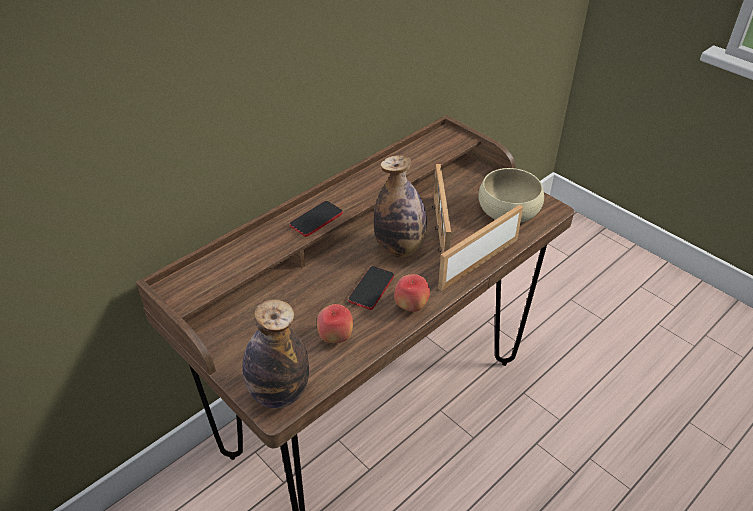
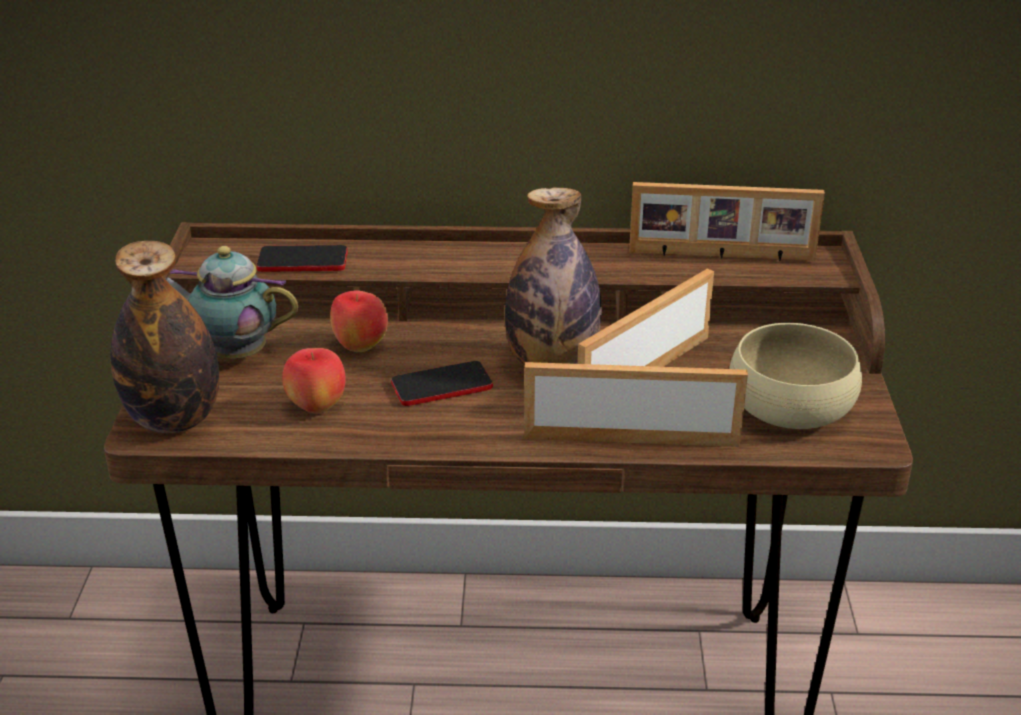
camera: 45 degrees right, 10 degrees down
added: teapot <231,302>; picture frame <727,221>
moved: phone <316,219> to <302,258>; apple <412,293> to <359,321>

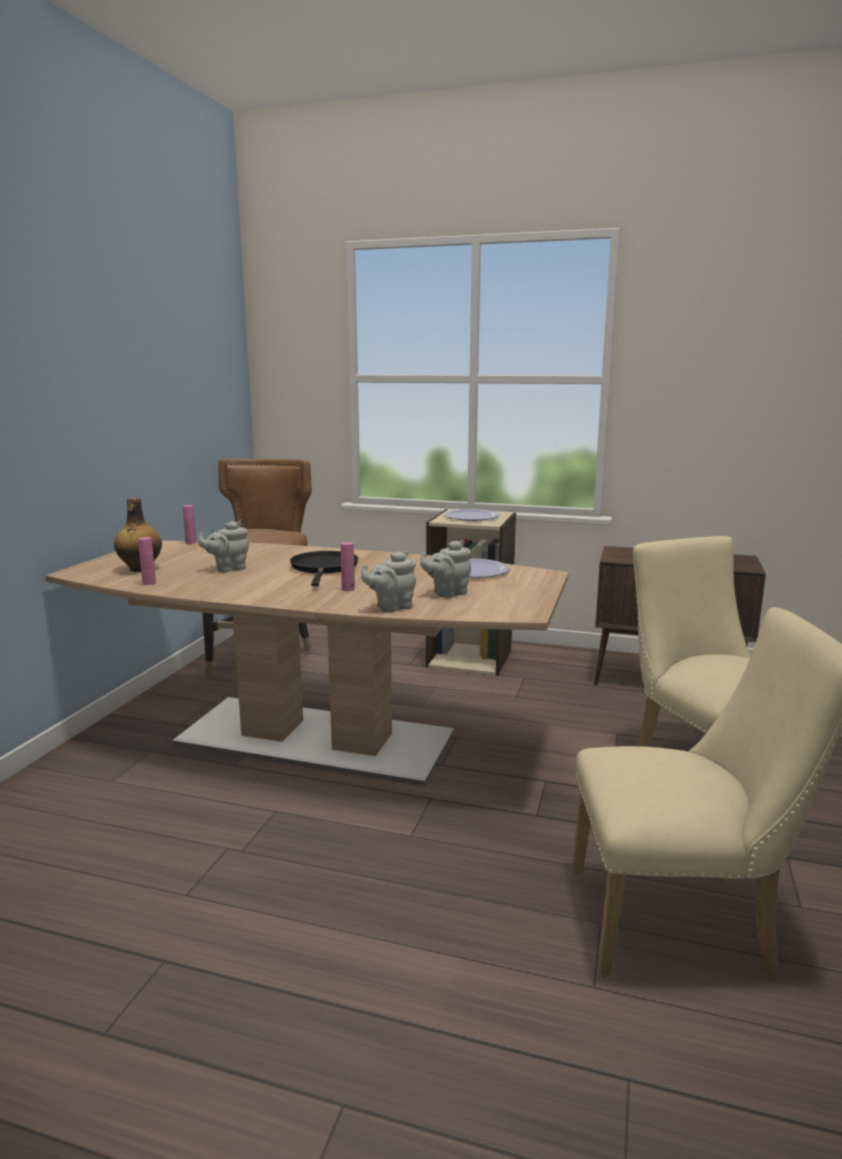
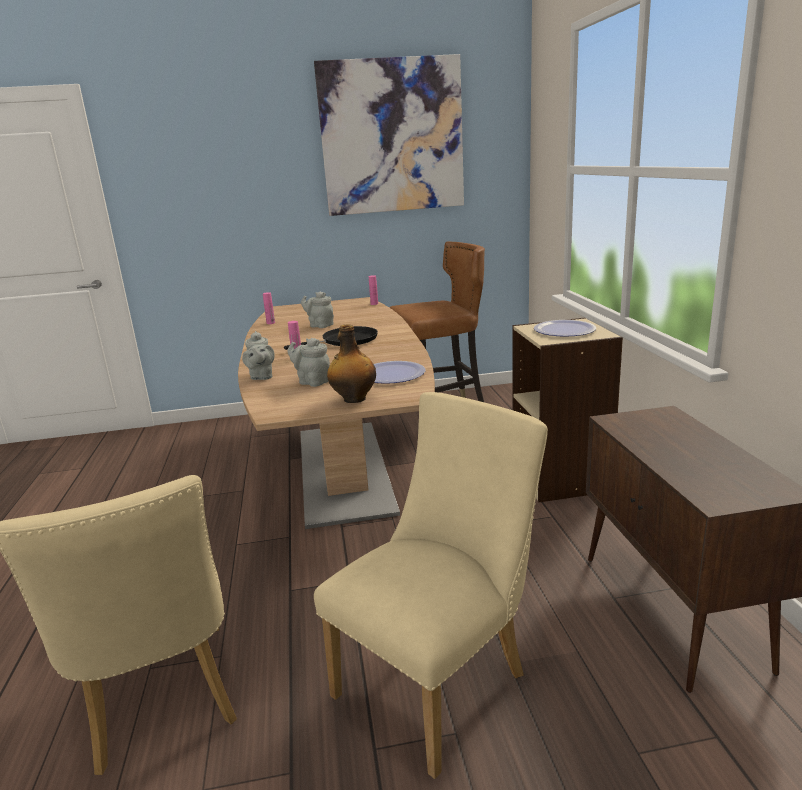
camera: 65 degrees right, 5 degrees up
added: picture <389,135>
moved: bottle <138,535> to <351,363>
turned: grey teapot <388,581> = <258,355> 135 degrees counterclockwise

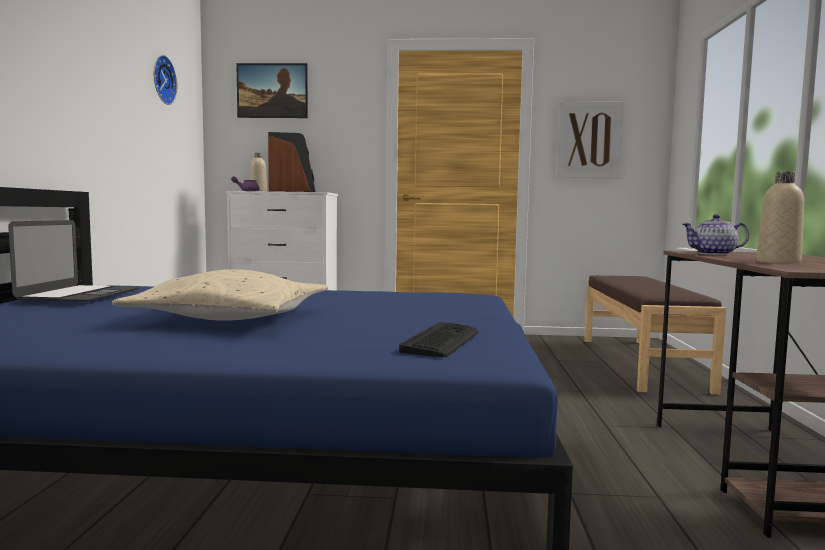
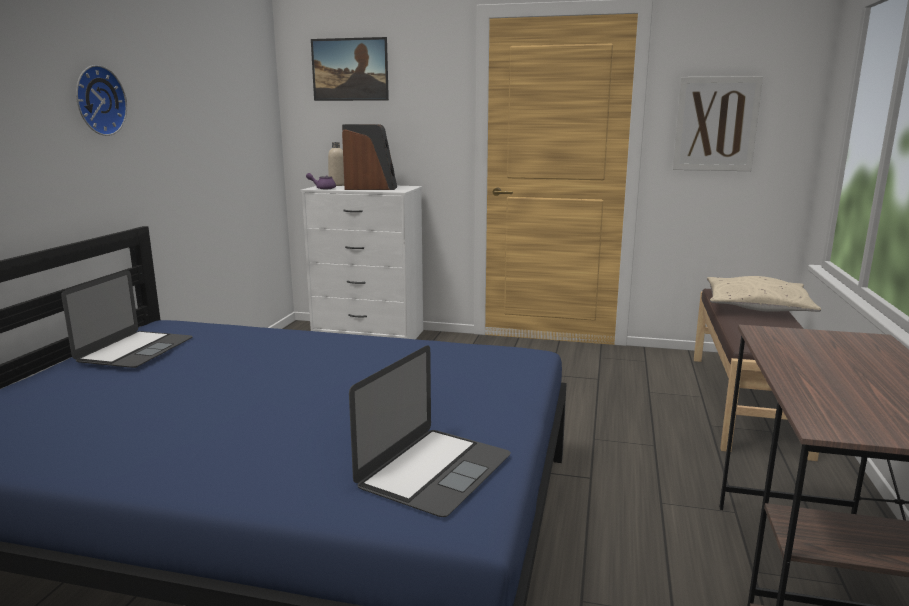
camera: 10 degrees right, 10 degrees up
removed: teapot <715,234>; beige bottle <780,217>
moved: wall clock <165,80> to <101,100>; beige pillow <220,295> to <764,294>
replaced: keyboard <439,339> to laptop <430,431>

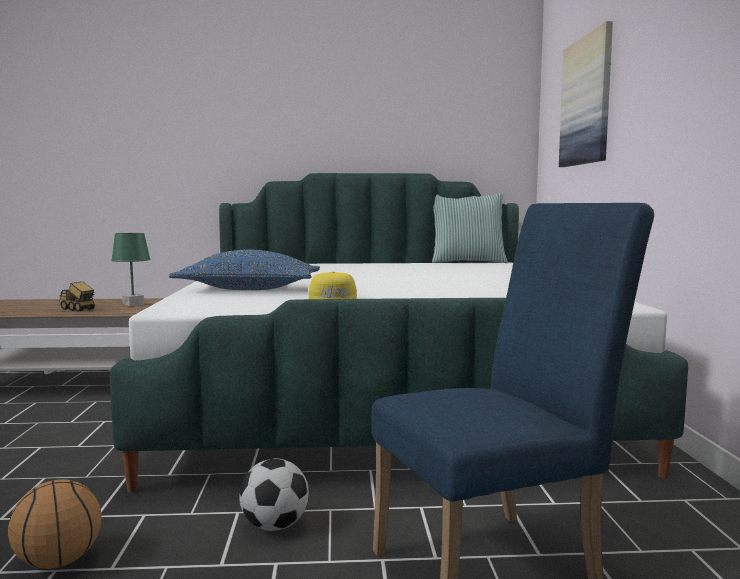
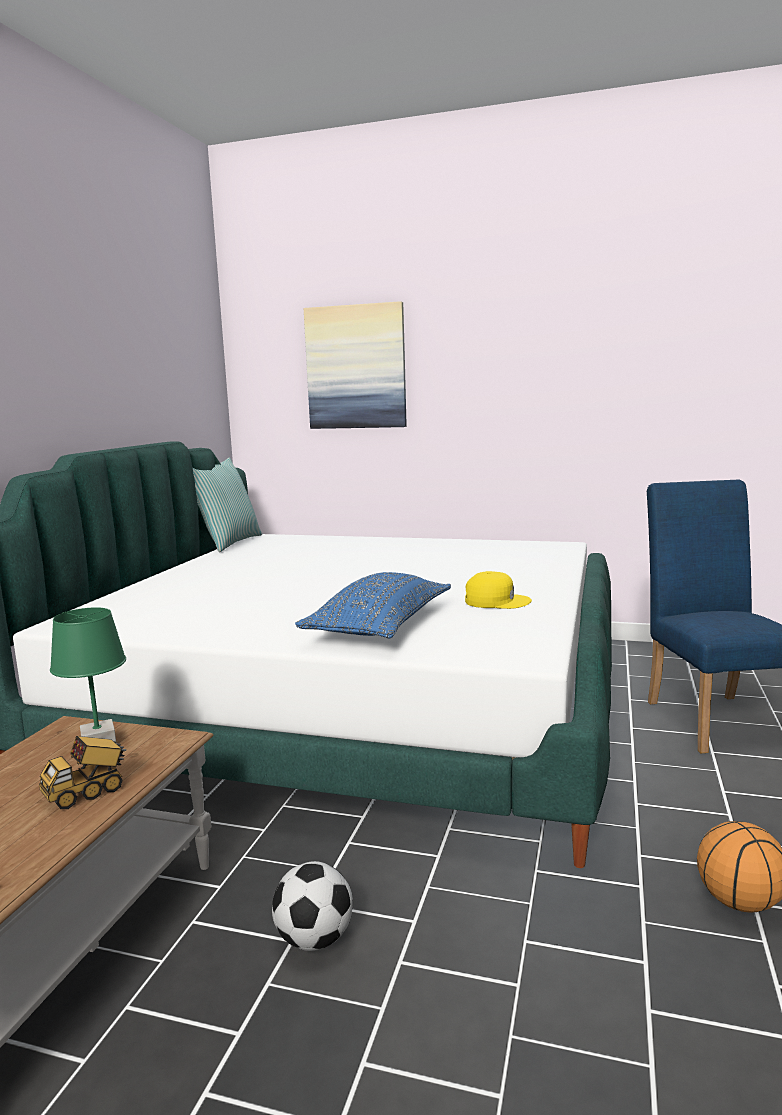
camera: 70 degrees left, 5 degrees up
moved: football <274,495> to <312,906>

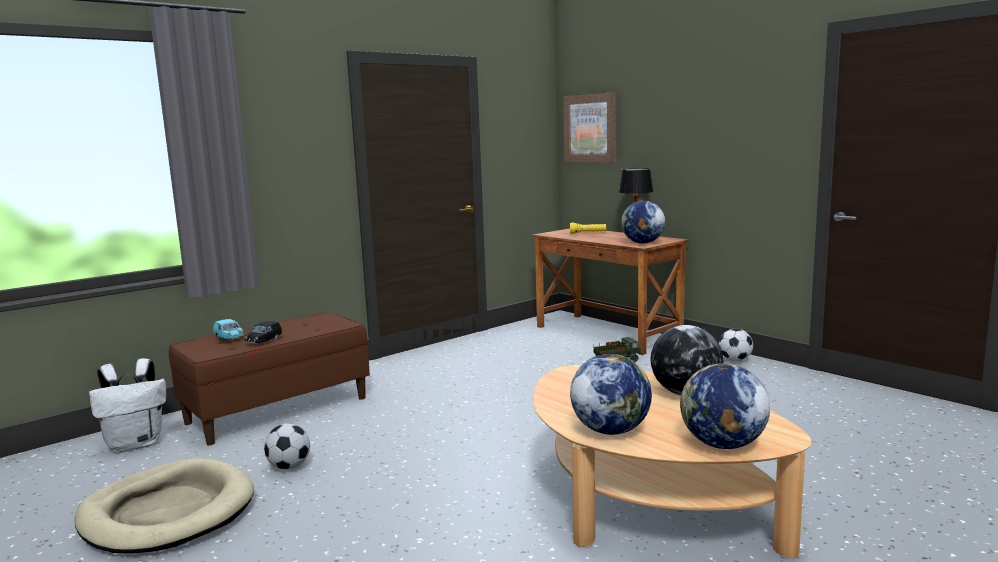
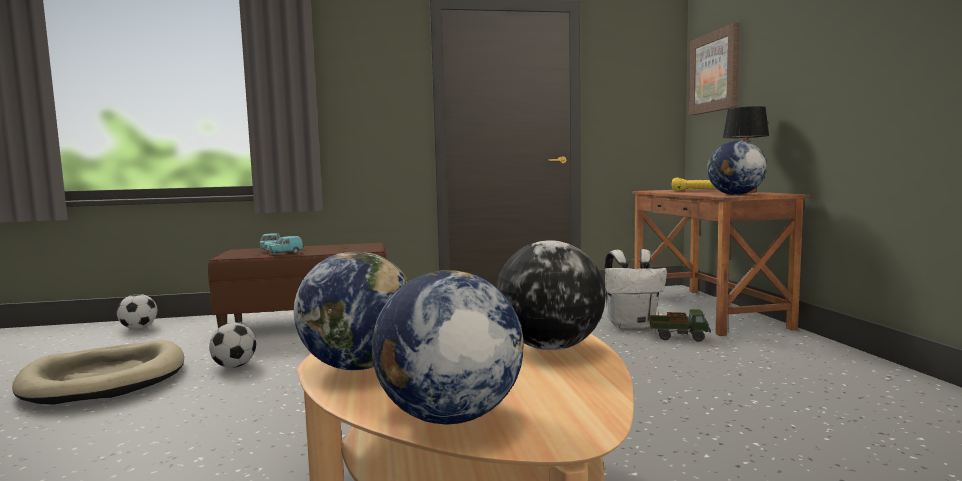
camera: 30 degrees right, 5 degrees down
moved: football <736,345> to <137,311>; white backpack <127,405> to <636,289>
recoloured: black toy car <263,333> to turquoise toy car <284,245>

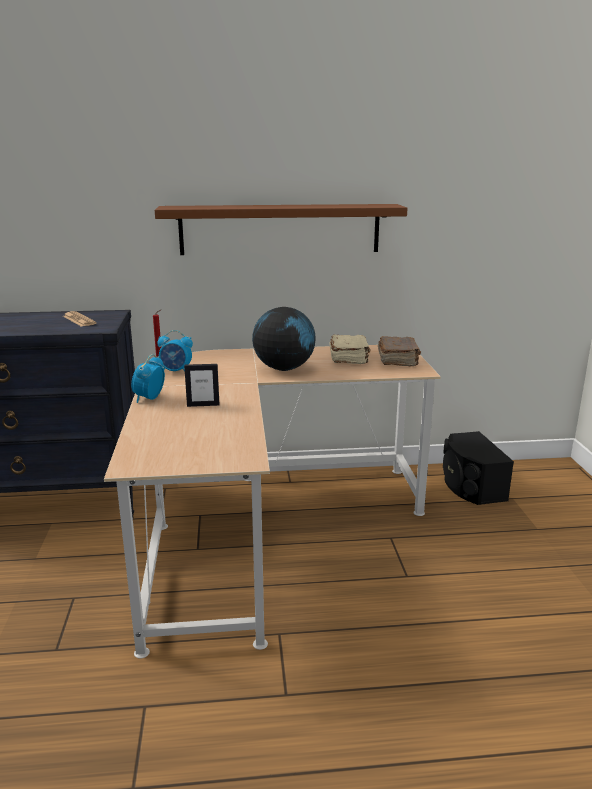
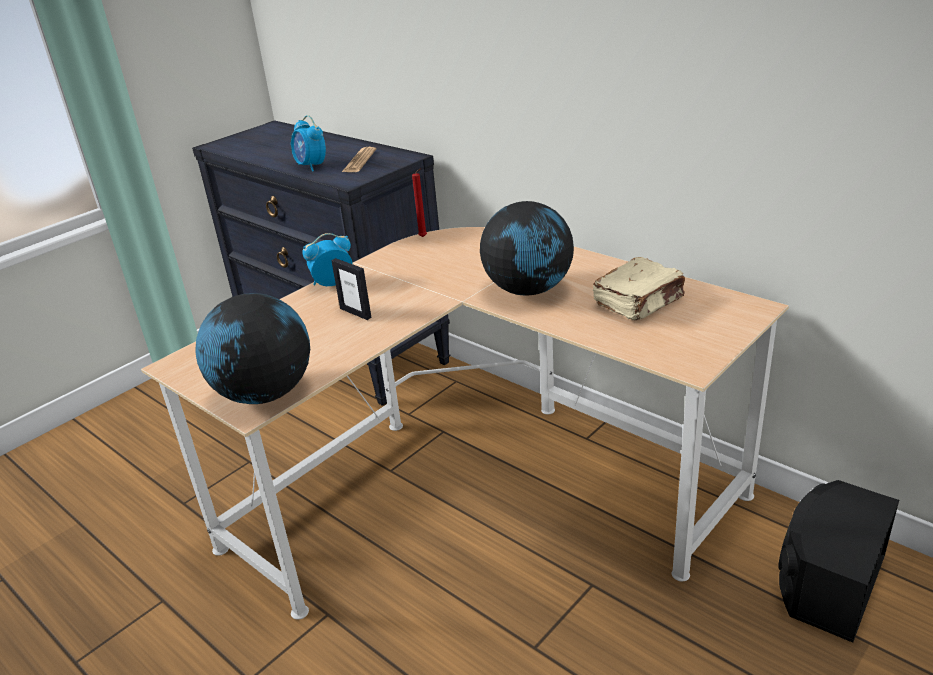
camera: 50 degrees right, 10 degrees up
removed: brown shelf <281,229>; brown book <399,351>
added: globe <253,348>
moved: alarm clock <175,351> to <308,143>

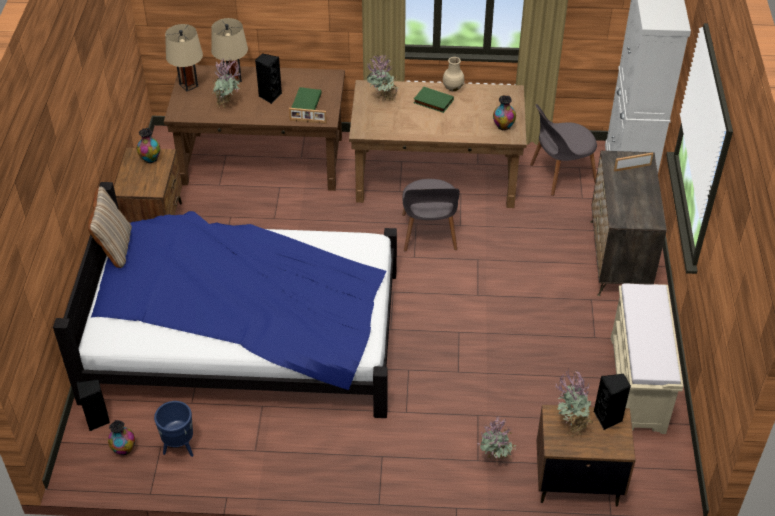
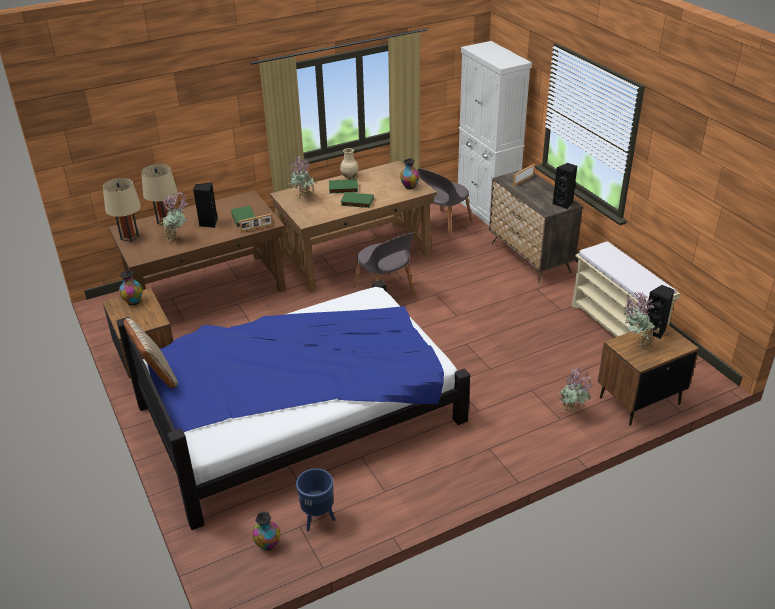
camera: 30 degrees left, 10 degrees down
added: green book <357,200>
moved: black speaker <93,405> to <565,186>

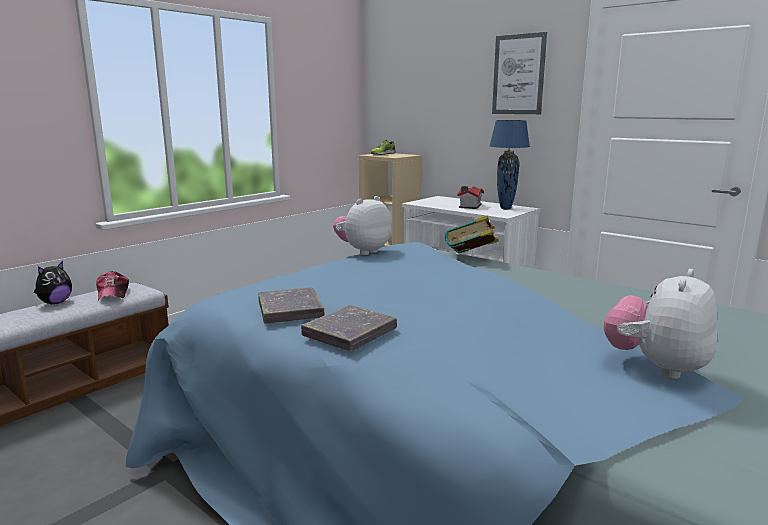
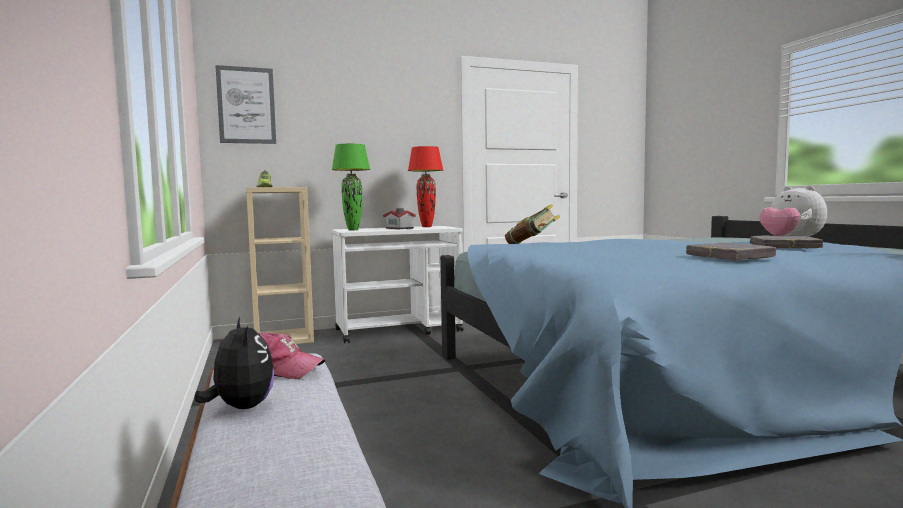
camera: 60 degrees left, 10 degrees down
removed: plush toy <362,225>
added: green table lamp <351,187>
moved: picture <519,73> to <245,104>; grey book <291,305> to <786,242>
recoloured: blue table lamp <510,164> to red table lamp <425,186>

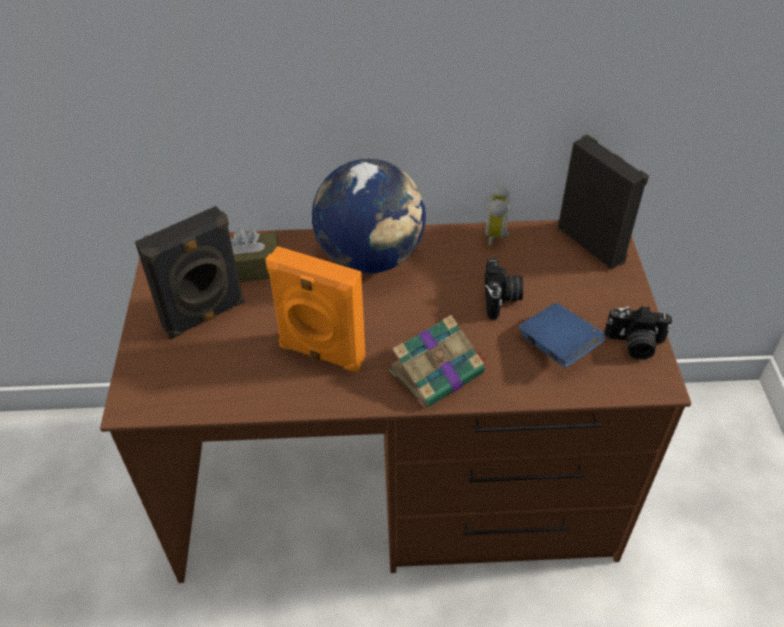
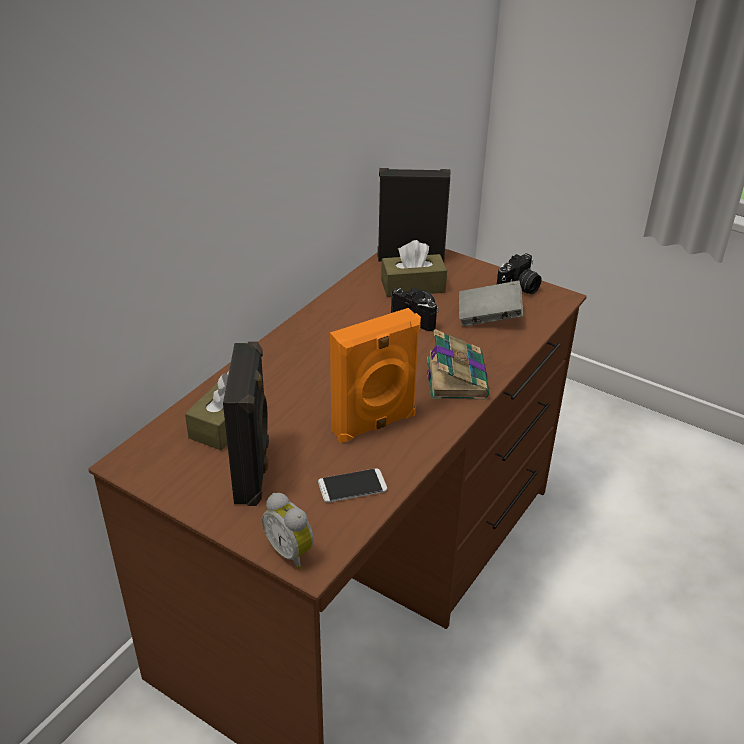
camera: 55 degrees left, 10 degrees down
removed: globe <369,216>
added: phone <352,485>; brown tissue box <414,268>
moved: alarm clock <497,216> to <288,531>
recoloured: blue book <562,335> to grey book <491,303>

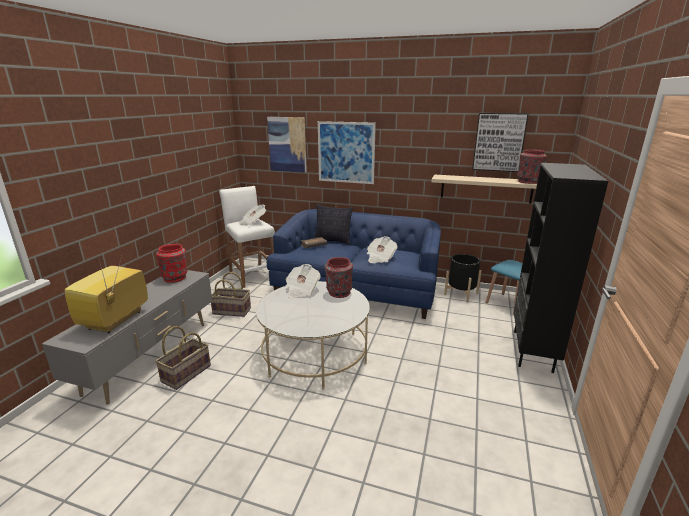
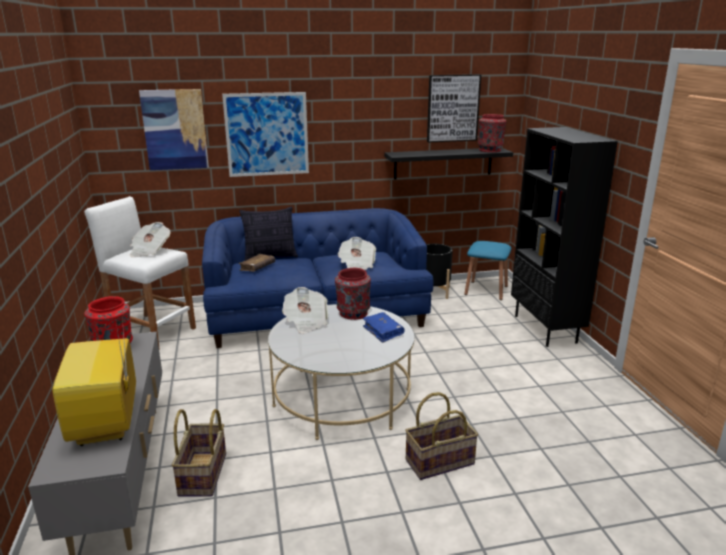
camera: 30 degrees left, 0 degrees up
added: blue book <383,327>
moved: basket <231,294> to <441,436>
recoloured: beige shelf <484,189> to black shelf <448,163>

